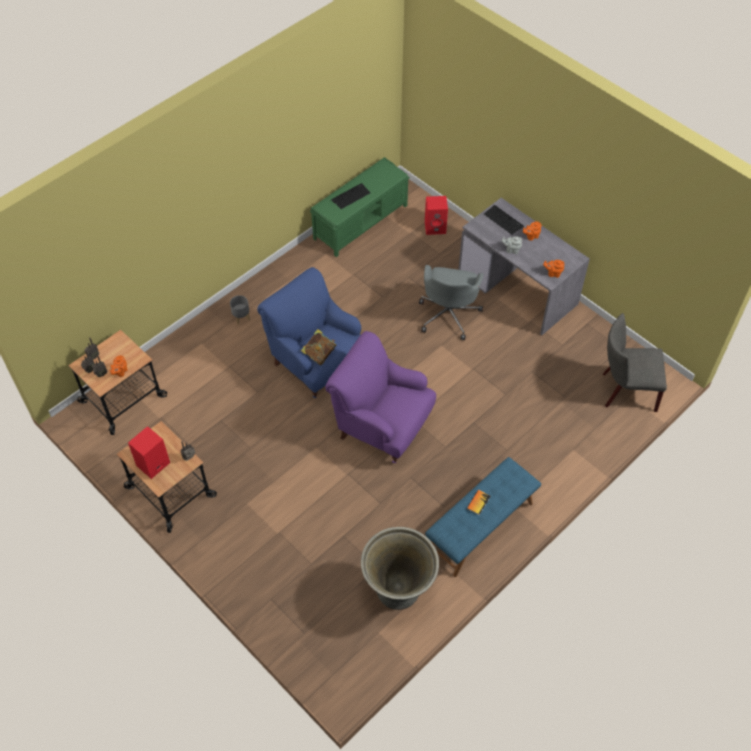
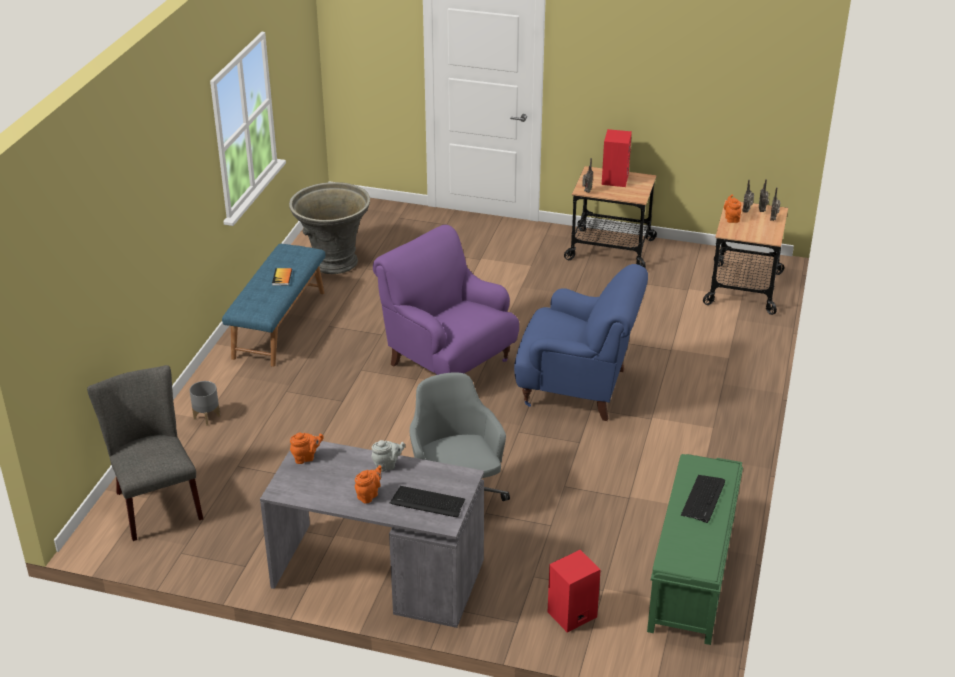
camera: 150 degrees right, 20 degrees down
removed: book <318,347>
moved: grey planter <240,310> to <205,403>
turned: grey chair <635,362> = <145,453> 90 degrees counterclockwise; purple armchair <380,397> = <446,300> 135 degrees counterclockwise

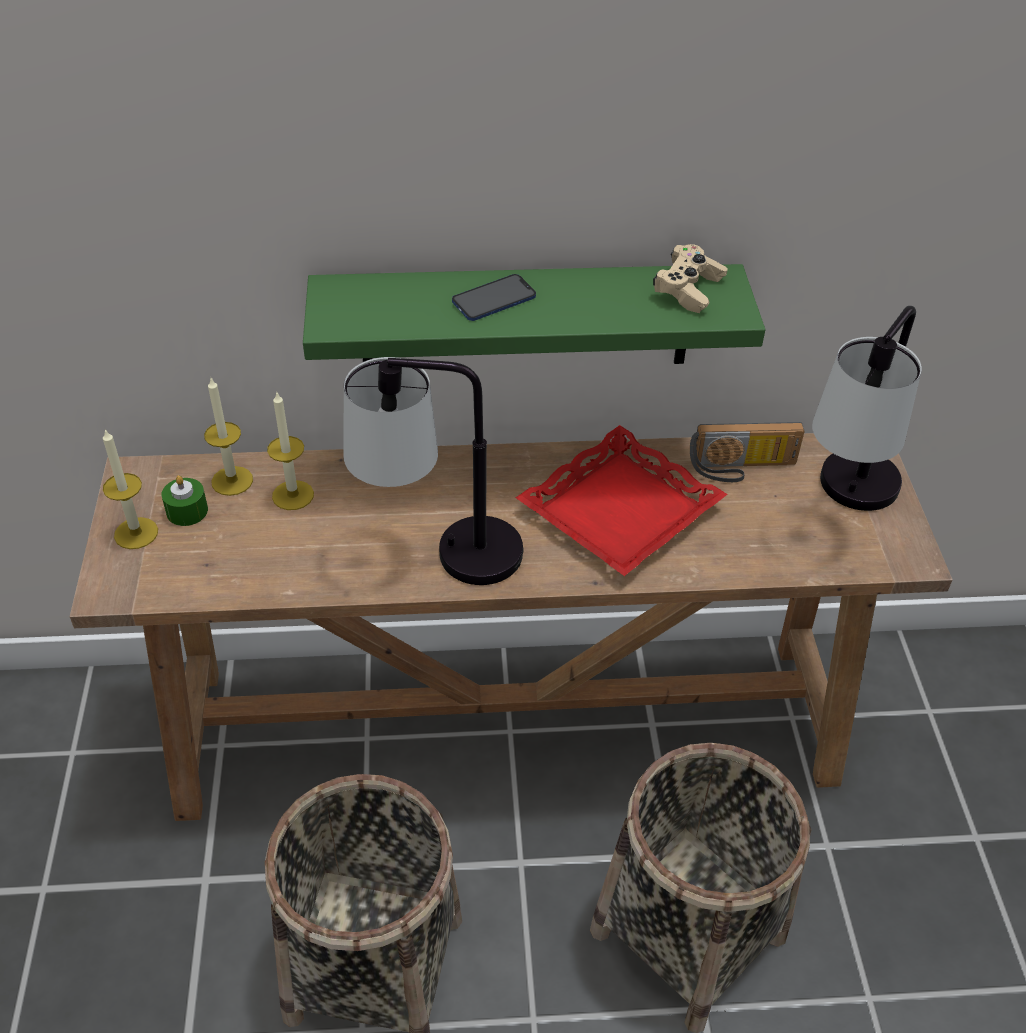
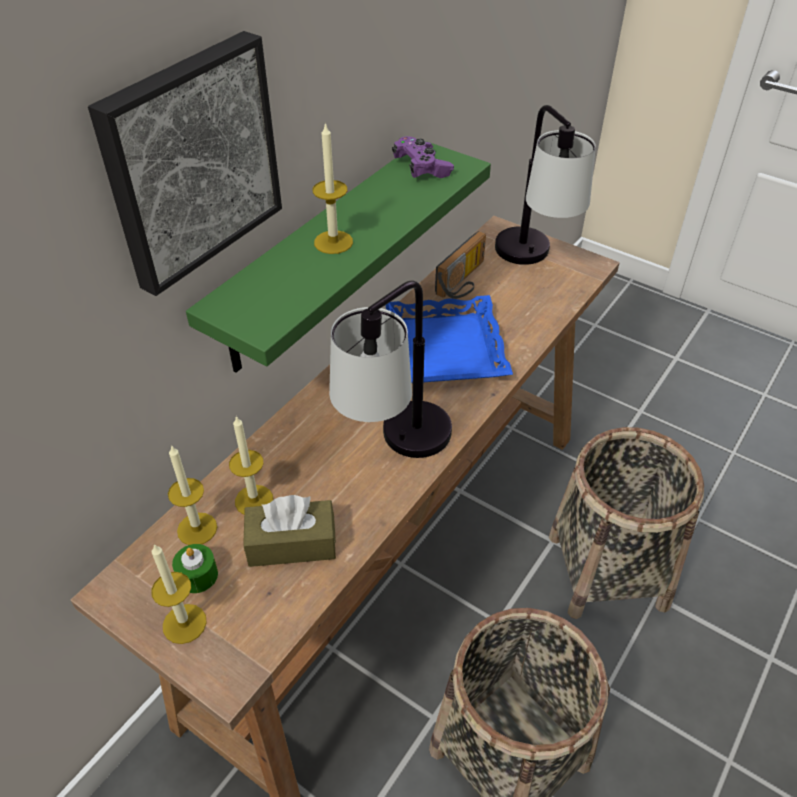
camera: 50 degrees left, 0 degrees up
added: picture <185,163>; brown tissue box <289,531>
replaced: phone <494,297> to candle <333,188>
recoloured: red tray <622,500> to blue tray <449,339>; beige game controller <690,278> to purple game controller <423,157>

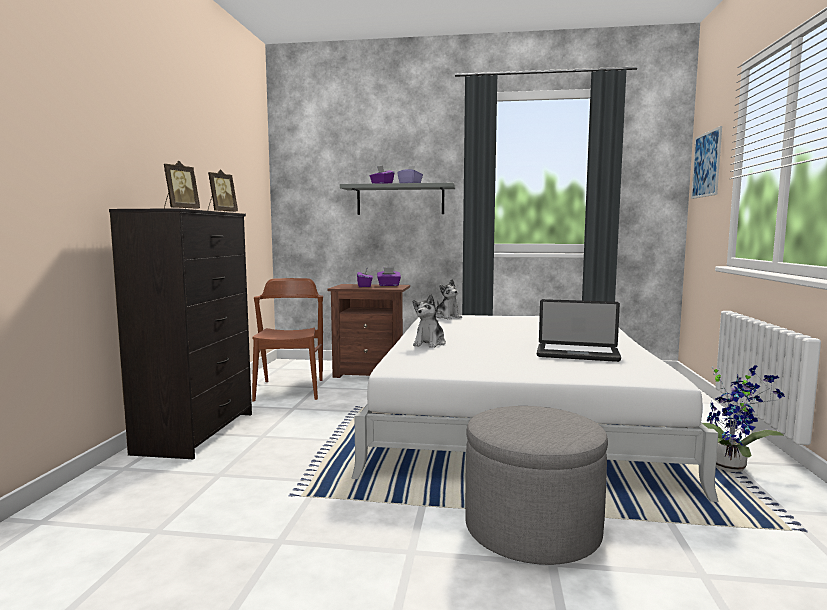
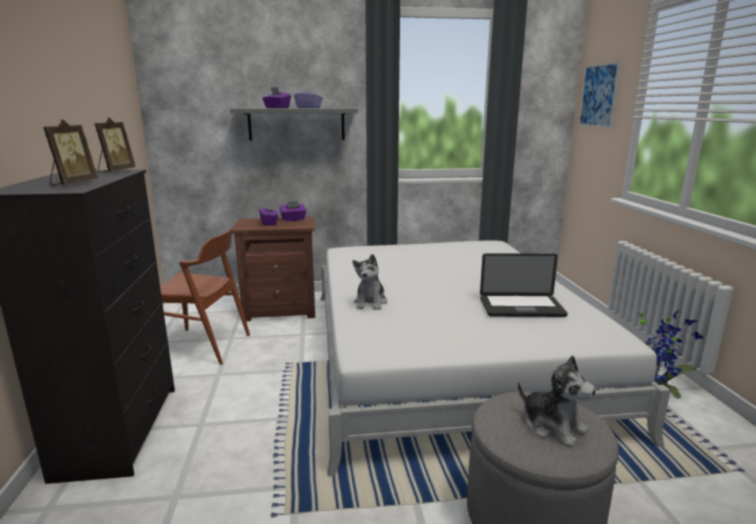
camera: 15 degrees left, 10 degrees up
moved: plush toy <449,299> to <557,401>
turned: brown chair <287,339> = <205,296> 120 degrees clockwise

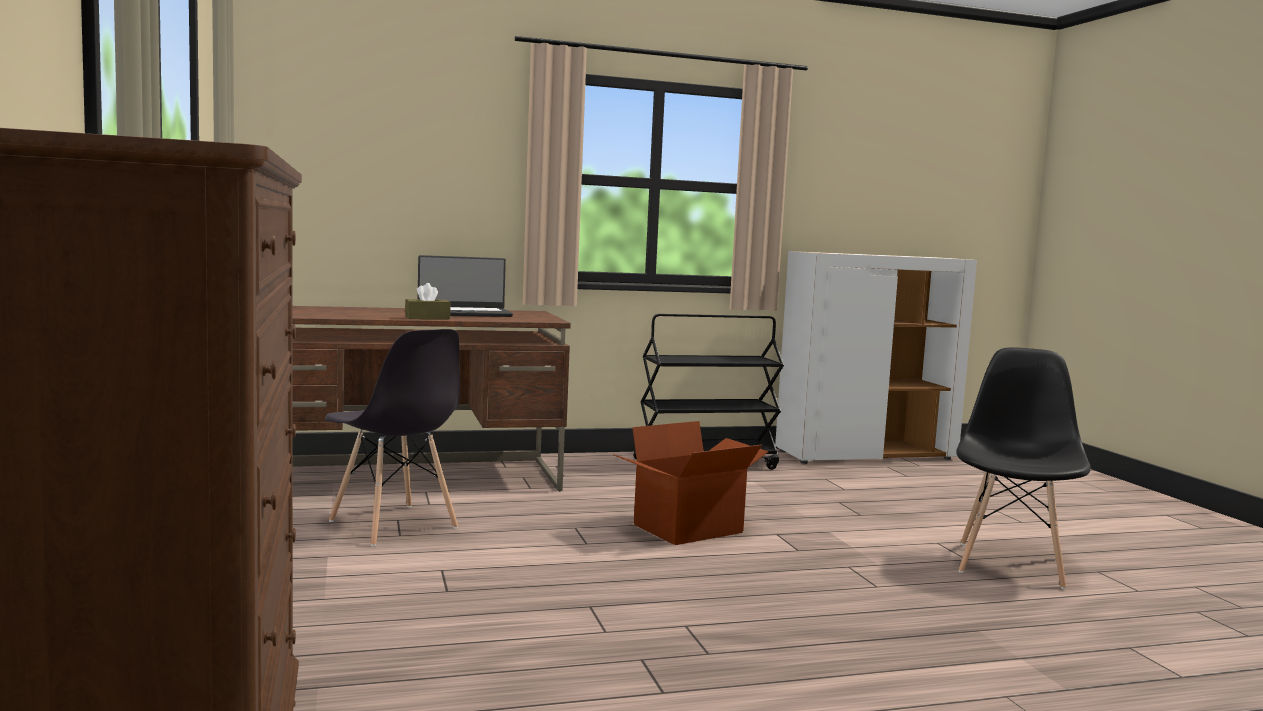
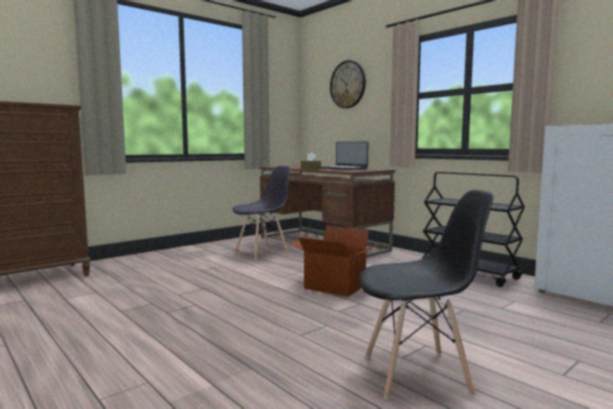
camera: 65 degrees right, 0 degrees up
added: wall clock <348,84>
turned: grey chair <392,437> = <261,213> 150 degrees counterclockwise

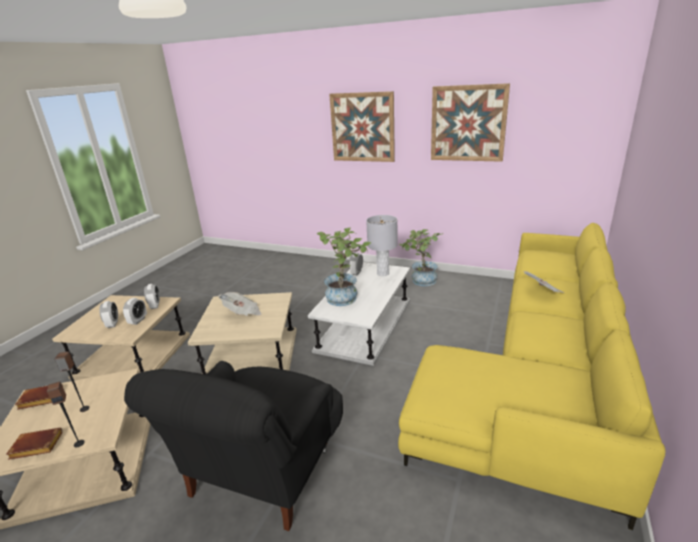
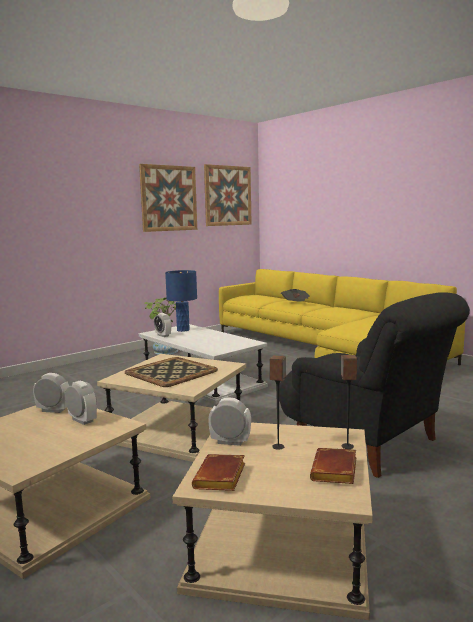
camera: 65 degrees left, 15 degrees down
removed: potted plant <344,266>
moved: picture <362,126> to <228,195>; alarm clock <108,314> to <229,422>
replaced: newspaper <240,304> to tray <171,372>
recoloured: grey table lamp <382,245> to blue table lamp <181,301>

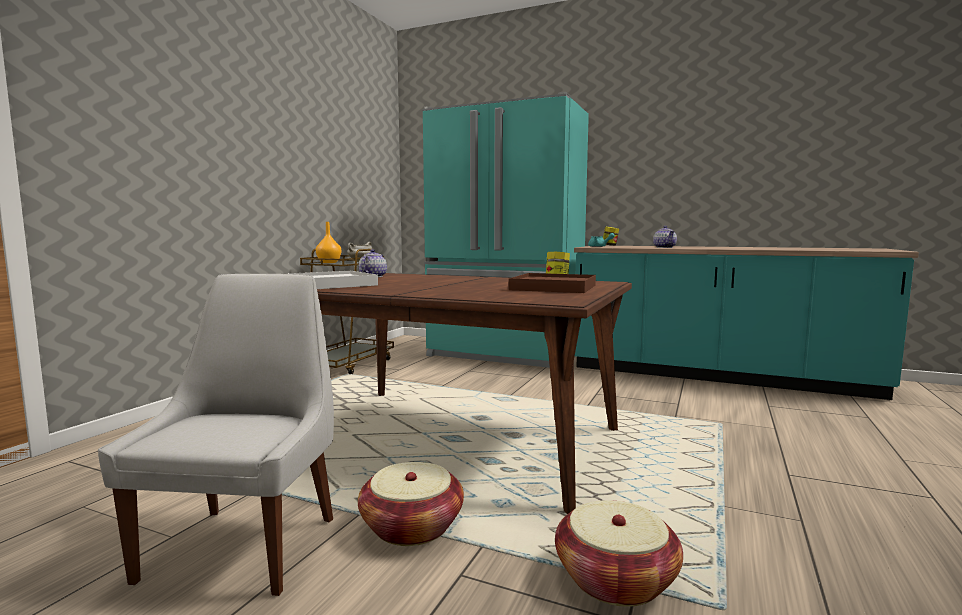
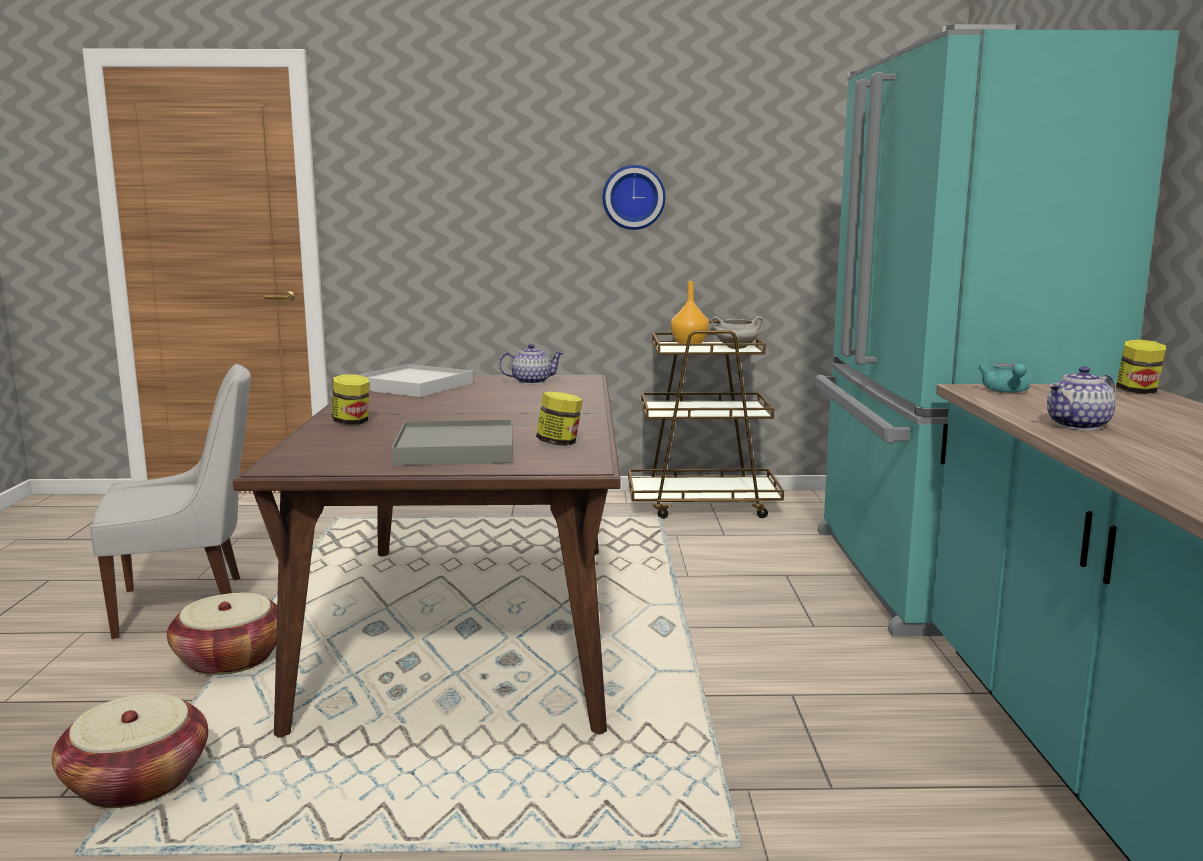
camera: 65 degrees right, 5 degrees up
added: jar <351,399>; wall clock <634,197>
recoloured: brown tray <552,283> to grey tray <452,443>

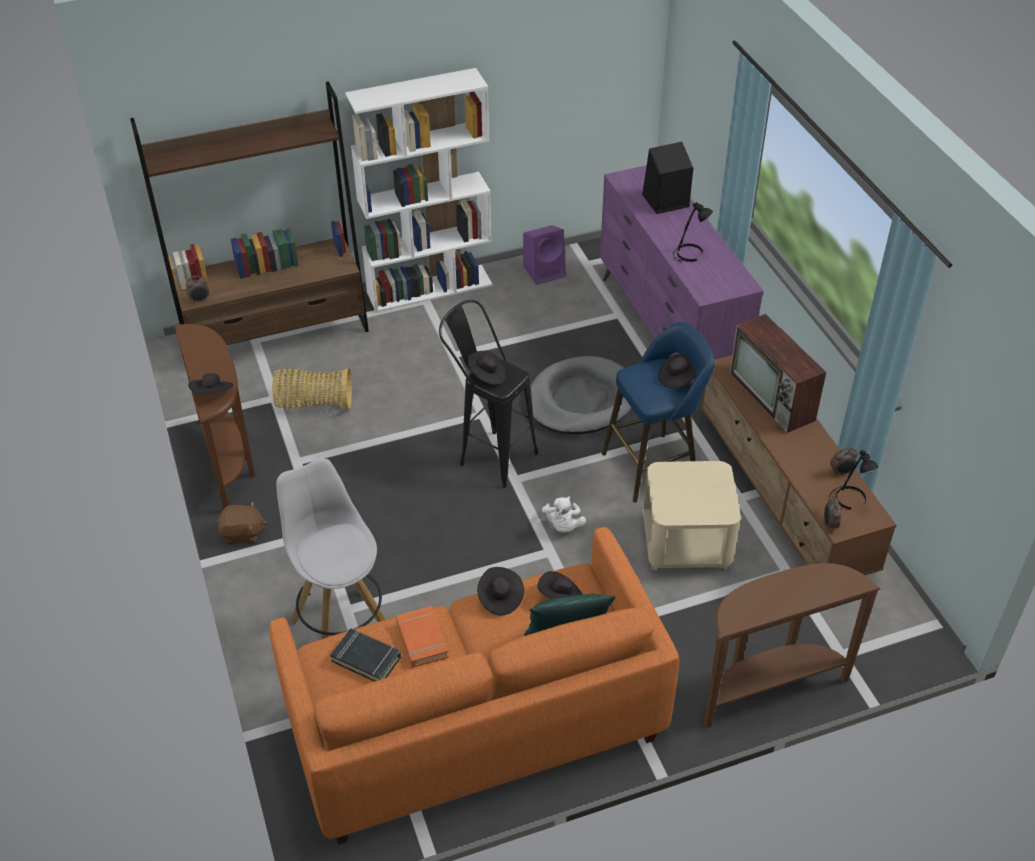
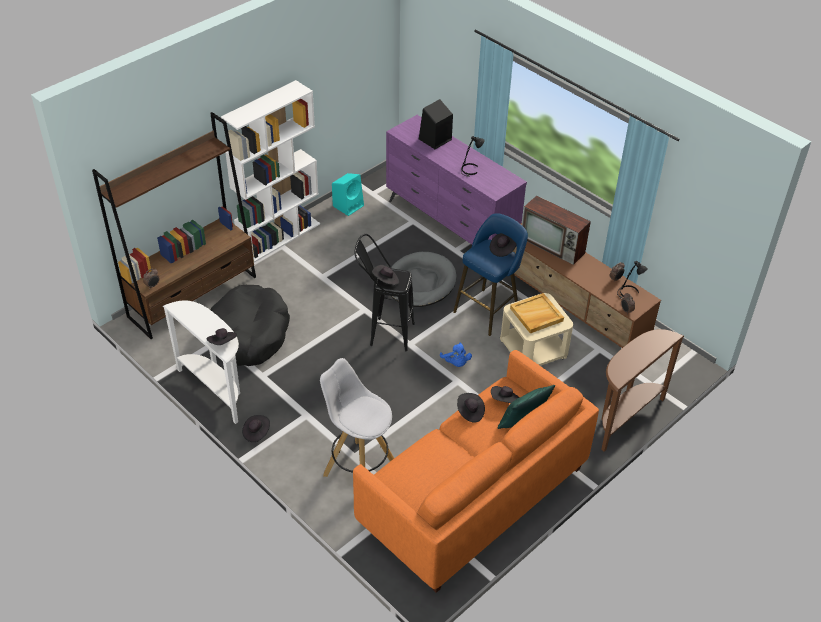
camera: 25 degrees left, 0 degrees up
removed: black book <365,655>; orange book <422,636>
added: beige tray <537,313>
replaced: basket <312,388> to black dog bed <250,325>; brown plush toy <242,522> to black hat <256,428>
recoloured: brown console table <215,416> to white console table <201,362>; purple speaker <544,255> to turquoise speaker <348,194>; white plush toy <564,514> to blue plush toy <456,355>

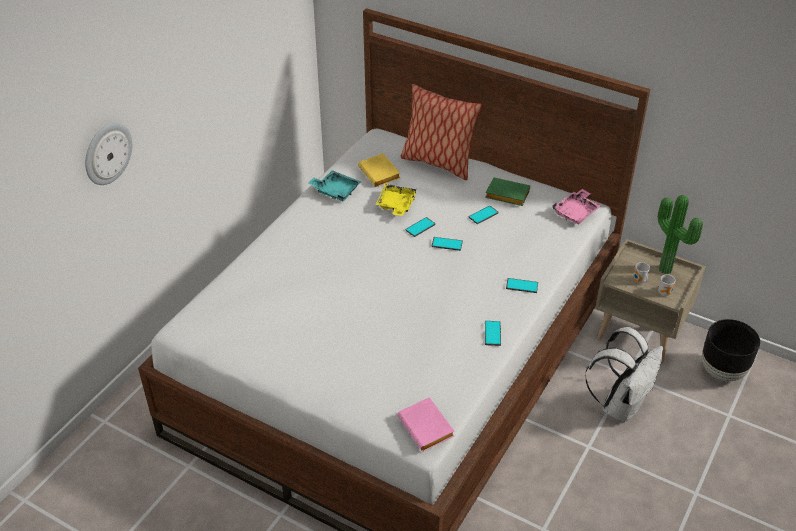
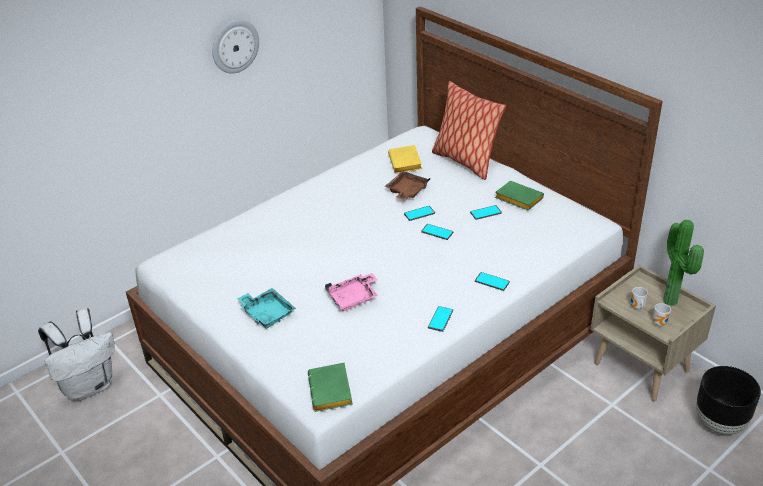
camera: 20 degrees right, 5 degrees down
moved: white backpack <624,374> to <76,354>; wall clock <108,154> to <235,47>; turquoise tray <334,185> to <266,308>; pink tray <577,206> to <351,292>
recoloured: pink book <425,424> to green book <330,387>; yellow tray <396,200> to brown tray <407,185>

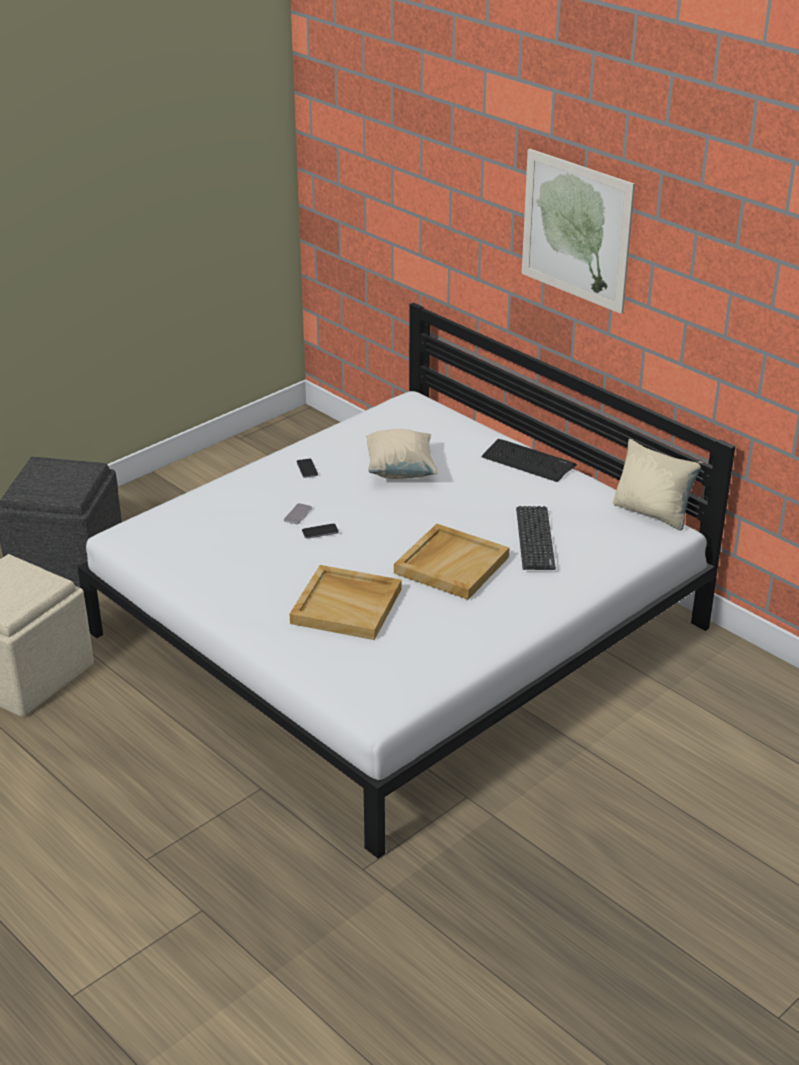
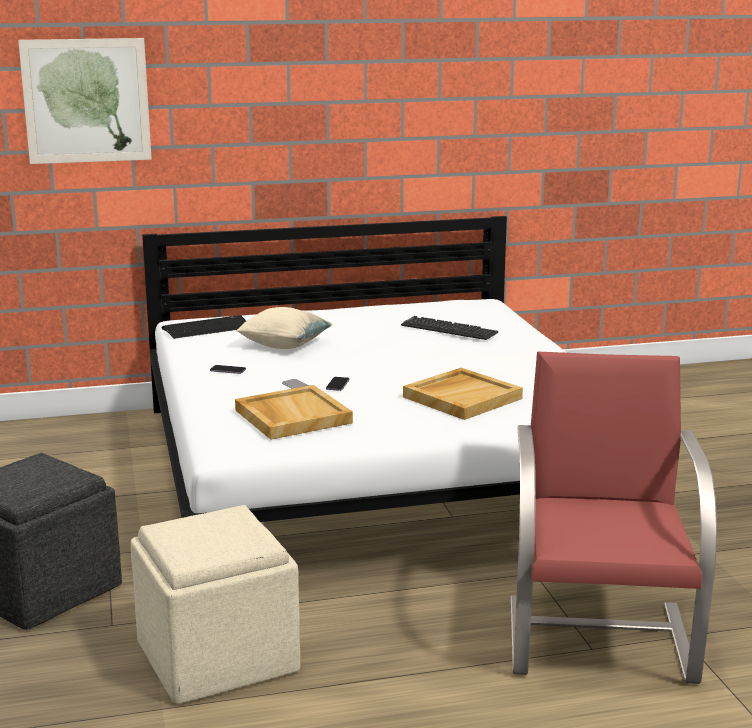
camera: 60 degrees left, 15 degrees down
removed: beige pillow <658,485>
added: red armchair <614,518>
moved: picture <578,231> to <85,101>; keyboard <529,460> to <204,327>; beige tray <452,562> to <294,412>

